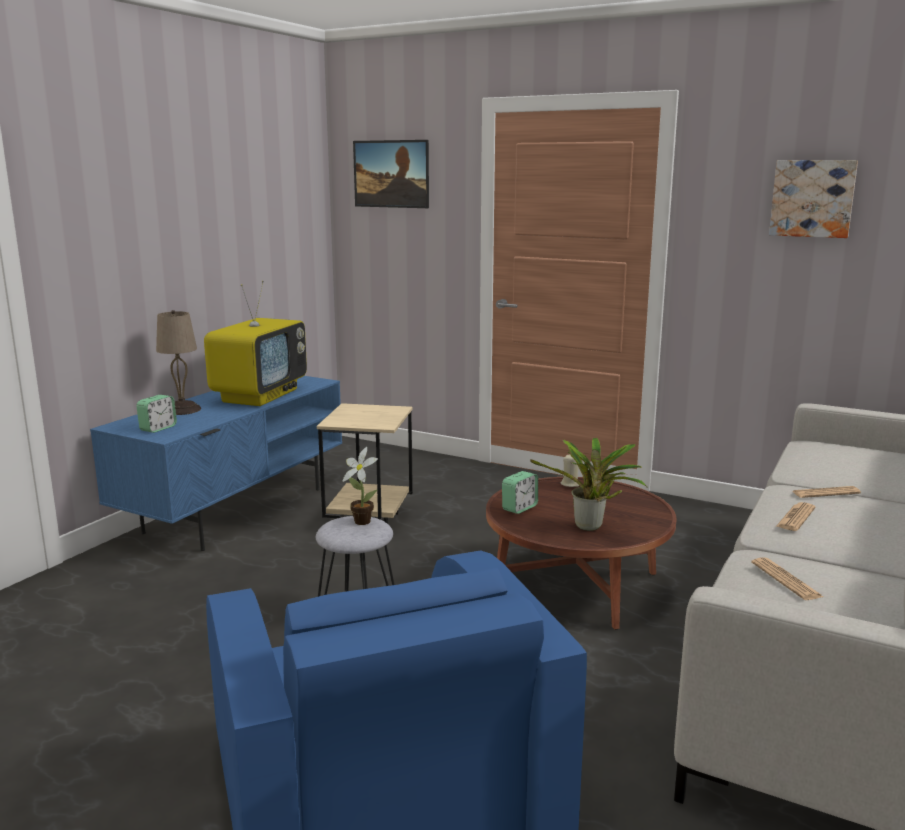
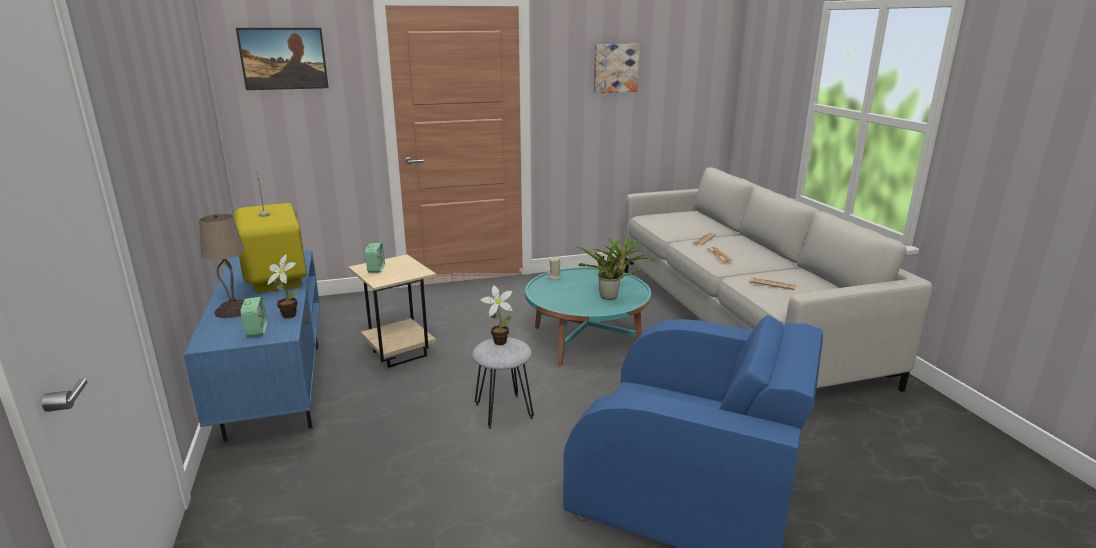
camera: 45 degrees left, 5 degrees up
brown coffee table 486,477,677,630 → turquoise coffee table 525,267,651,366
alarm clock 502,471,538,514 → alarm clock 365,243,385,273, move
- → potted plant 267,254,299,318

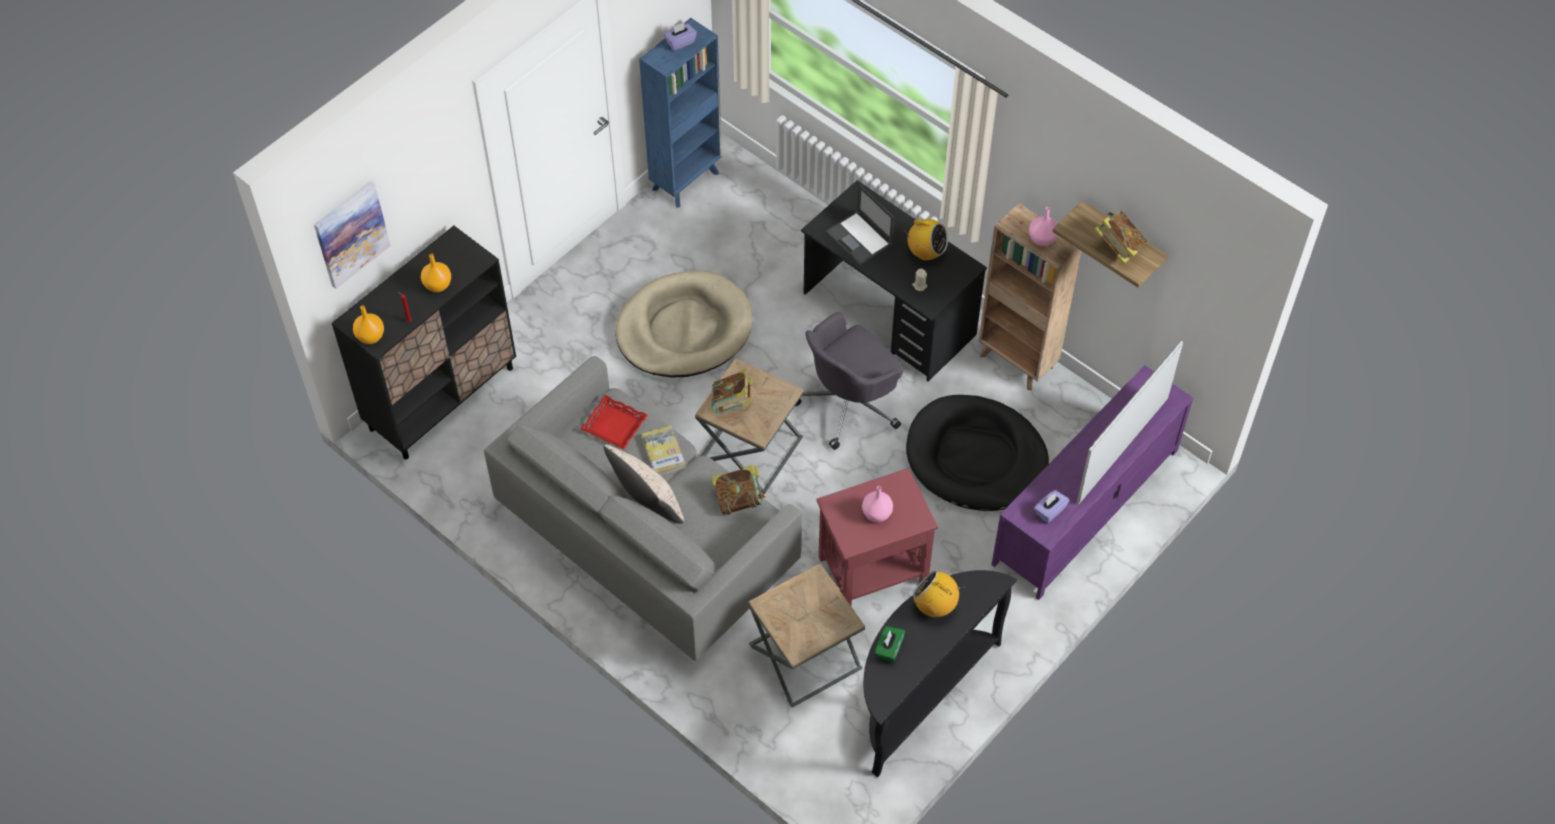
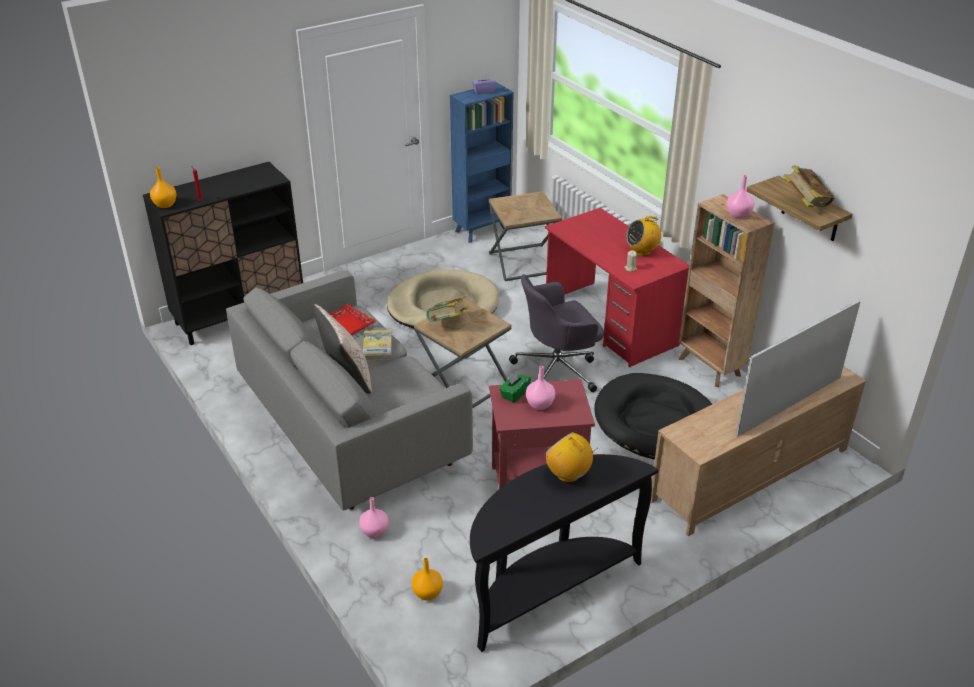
camera: 15 degrees right, 20 degrees down
picture 314,181,390,289 → -
orange vase 421,253,451,292 → orange vase 412,558,443,601, move
book 711,465,766,515 → -
brown side table 748,563,865,708 → brown side table 489,191,562,281, move
black desk 801,180,987,382 → red desk 545,208,689,367
laptop 826,184,894,265 → -
green tissue box 875,626,905,663 → green tissue box 499,372,531,403, move
radio 904,219,948,261 → radio 626,216,661,256, 120 degrees clockwise
purple tv stand 991,365,1193,600 → beige tv stand 651,366,866,536
purple tissue box 1034,490,1069,523 → -
- → pink vase 359,497,389,538

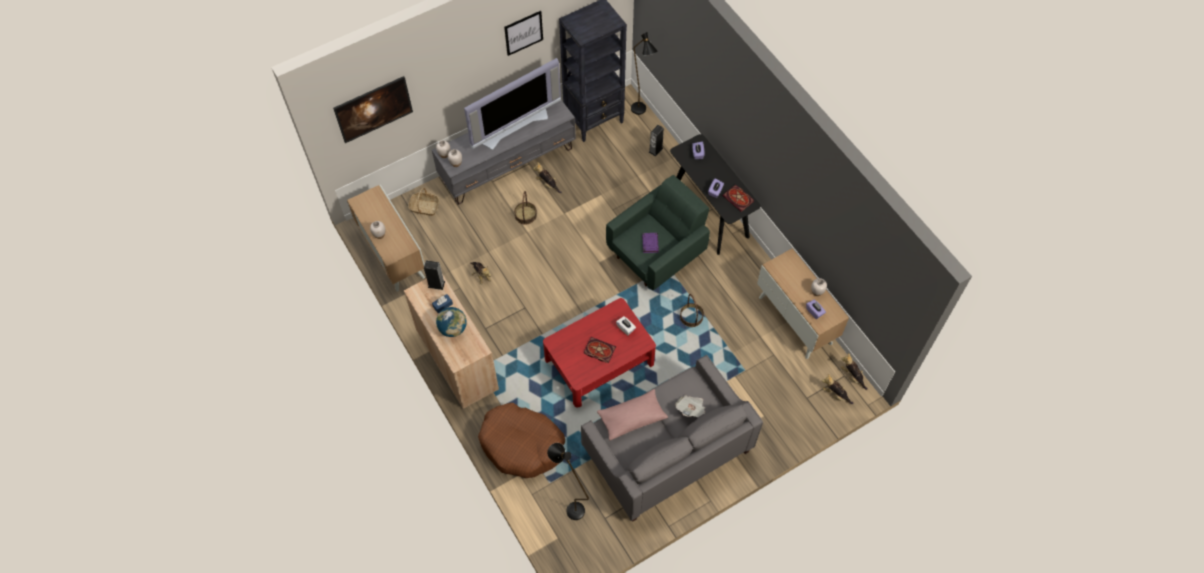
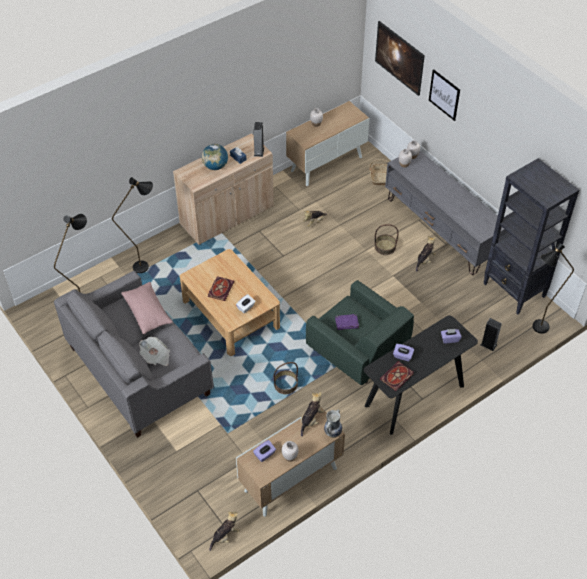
camera: 85 degrees right, 10 degrees down
television 464,58,561,150 → -
brown dog bed 478,403,565,478 → black floor lamp 112,177,153,273
picture 504,11,543,56 → picture 429,69,460,121, move
red coffee table 543,298,656,408 → beige coffee table 180,249,280,356
plush toy 822,374,853,404 → plush toy 301,392,324,437, move
- → vase 324,410,342,438

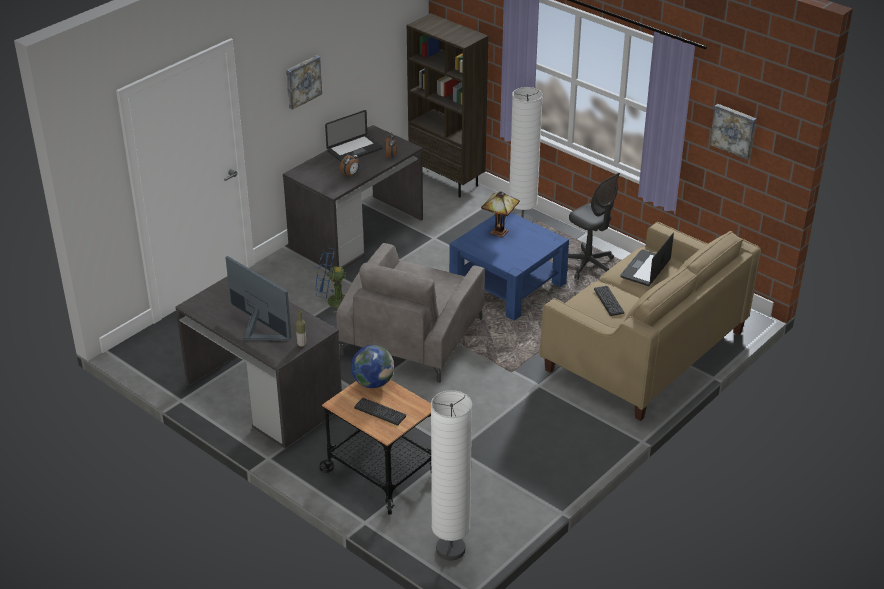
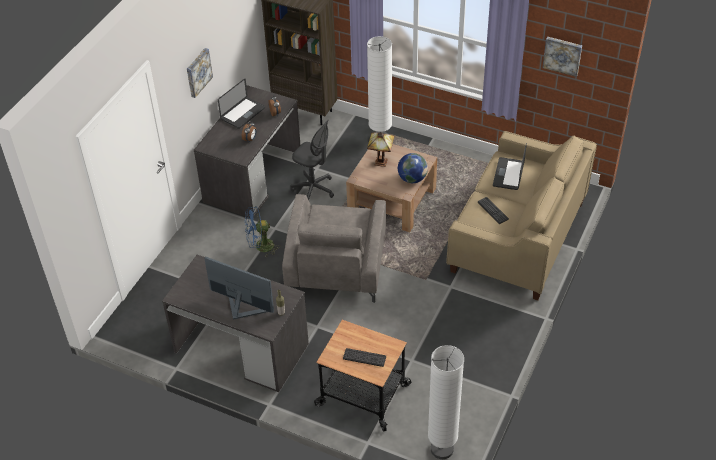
camera: 15 degrees left, 10 degrees up
globe 351,345,394,388 → globe 398,153,428,183, move
blue coffee table 449,212,569,321 → brown coffee table 346,144,437,232
grey office chair 568,173,620,279 → grey office chair 291,120,334,200, move

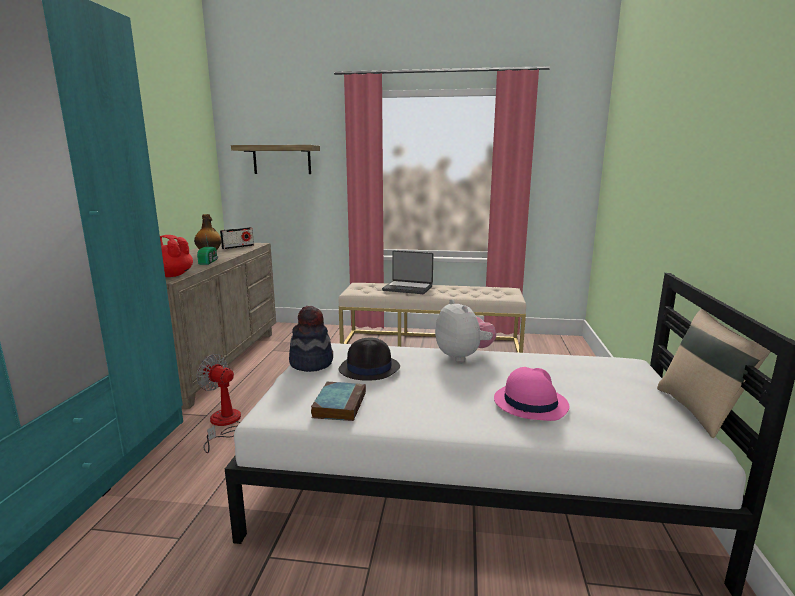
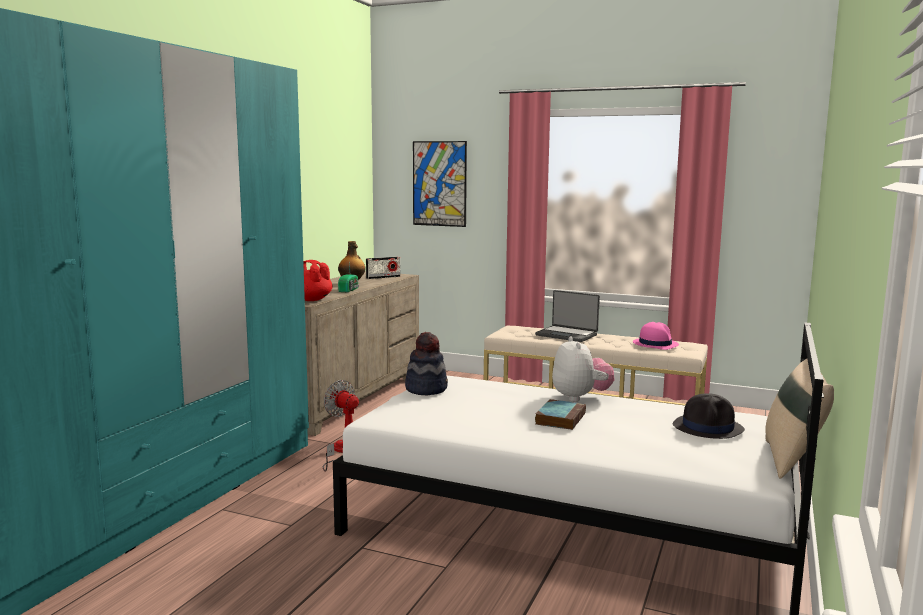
camera: 15 degrees right, 5 degrees down
shelf 231,145,320,174 → picture 413,141,467,227
book 311,382,366,421 → book 535,399,586,430, move
black hat 338,337,400,381 → black hat 673,393,745,439, move
pink hat 494,367,569,421 → pink hat 633,322,679,350, move

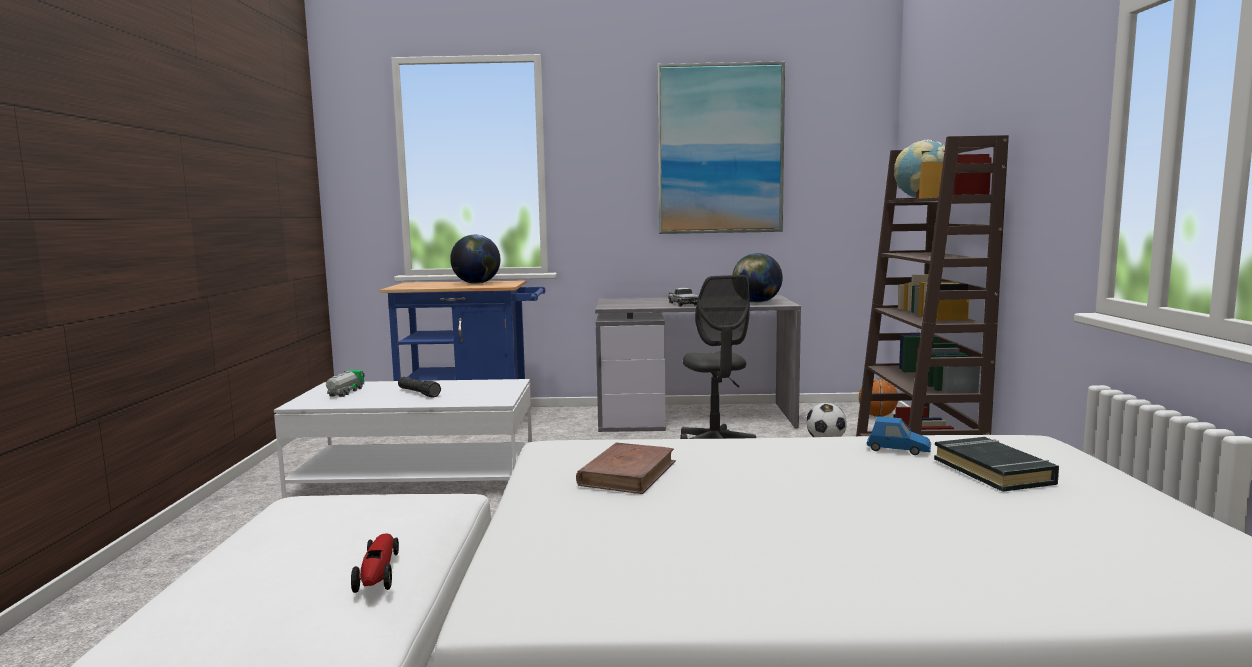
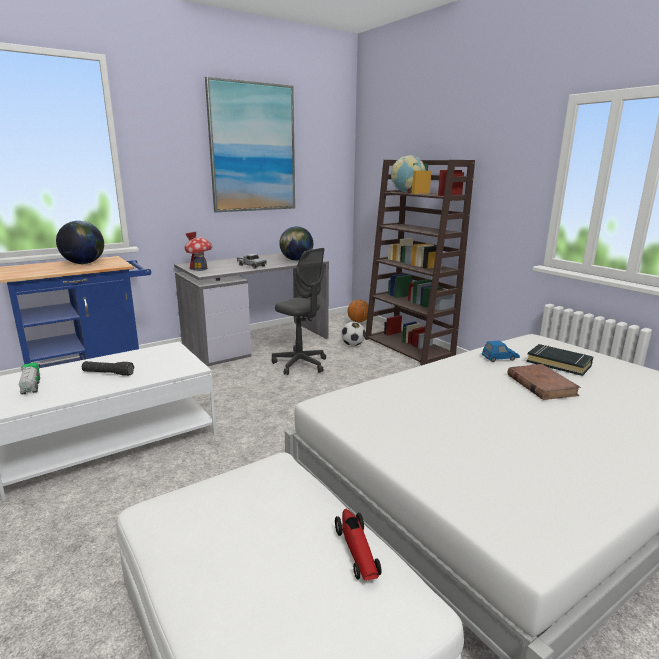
camera: 35 degrees left, 10 degrees up
toy car 351,534,399,593 → toy car 335,508,382,581, 150 degrees counterclockwise
brown book 576,443,676,494 → brown book 508,364,581,400, move
- → toy house 185,232,212,271

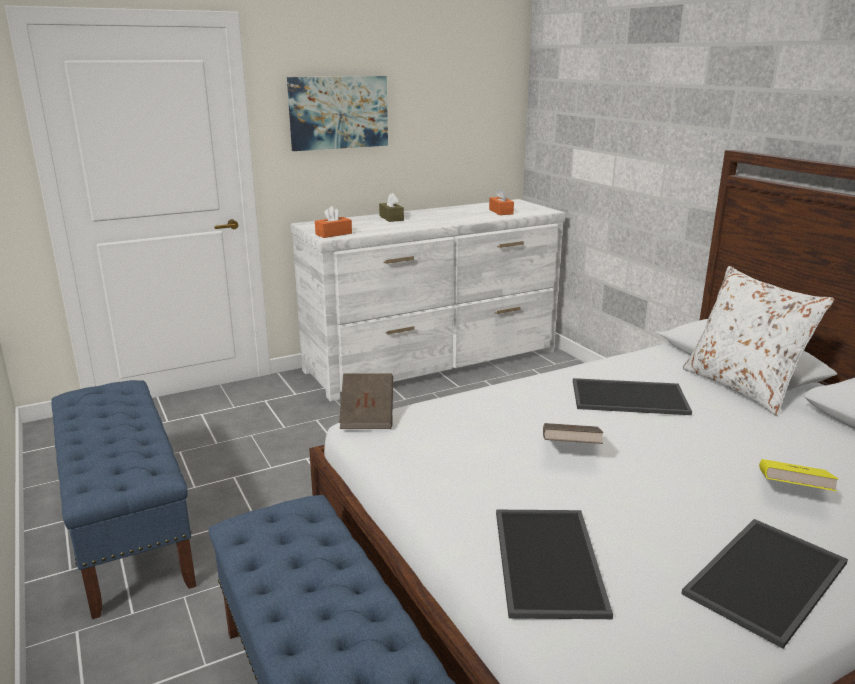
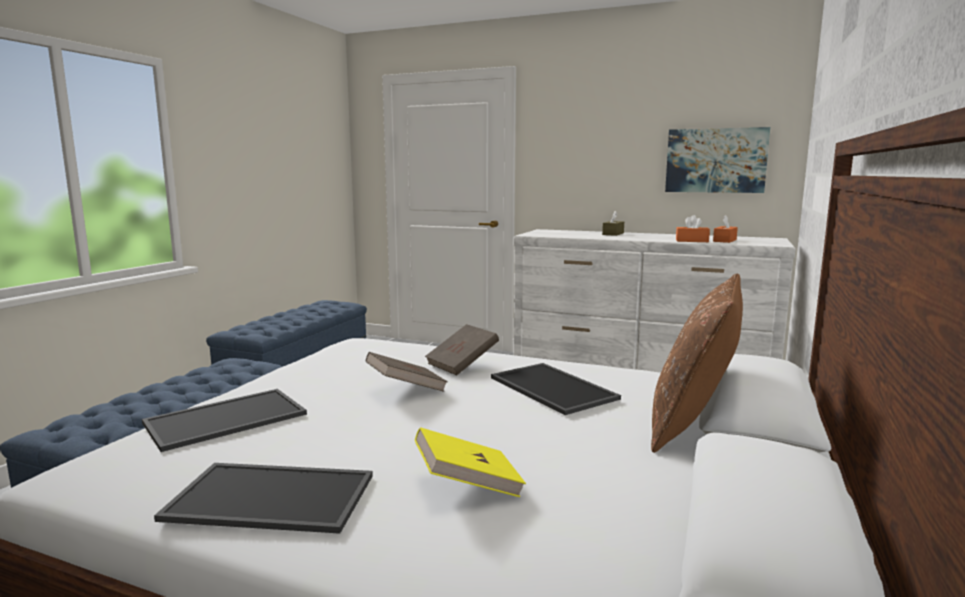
camera: 50 degrees right, 10 degrees down
picture 287,76,388,151 → picture 665,127,770,193, move
orange tissue box 315,206,352,238 → orange tissue box 676,215,710,242, move
brown book 339,373,393,429 → brown book 425,324,499,375, move
white pillow 683,266,834,416 → brown pillow 651,274,743,453

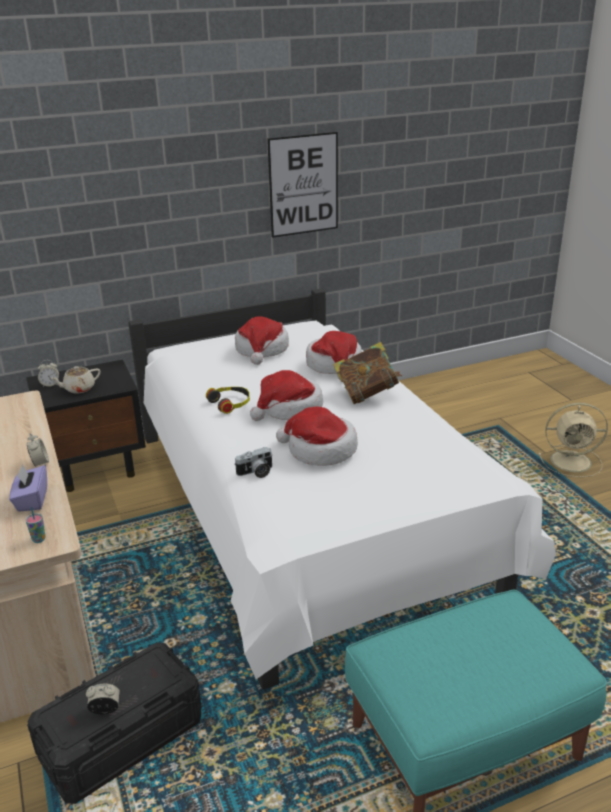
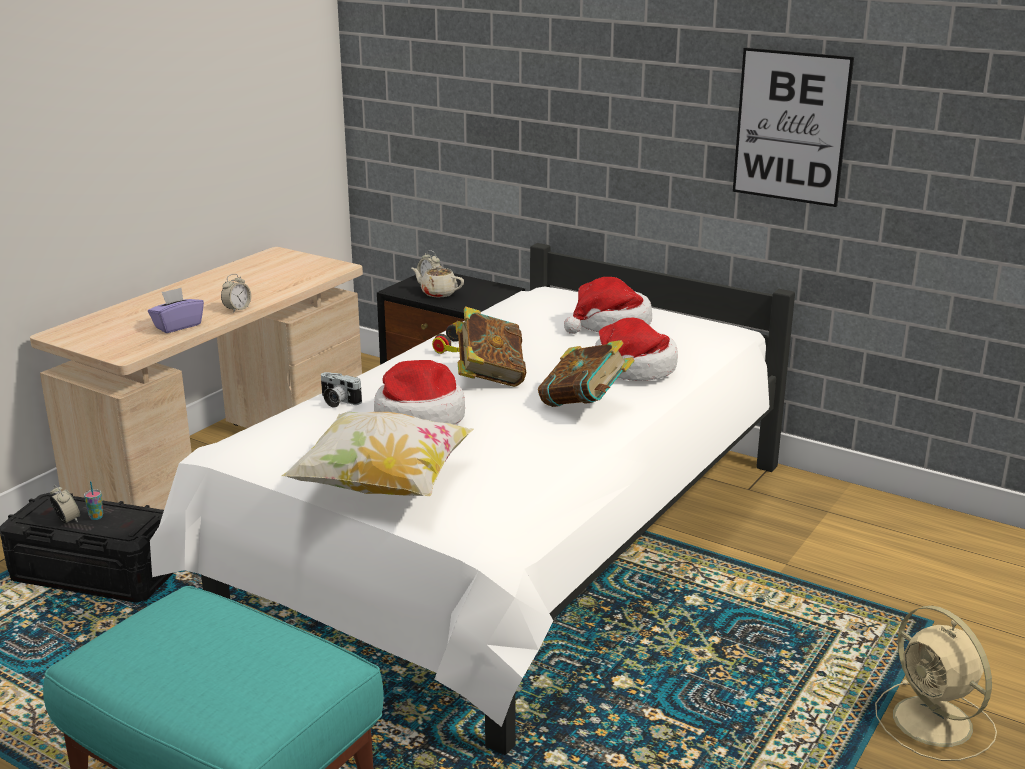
camera: 55 degrees right, 5 degrees down
cup 26,507,46,543 → cup 84,481,103,520, move
hat 250,370,323,421 → book 455,306,526,387
- → pillow 282,412,474,496

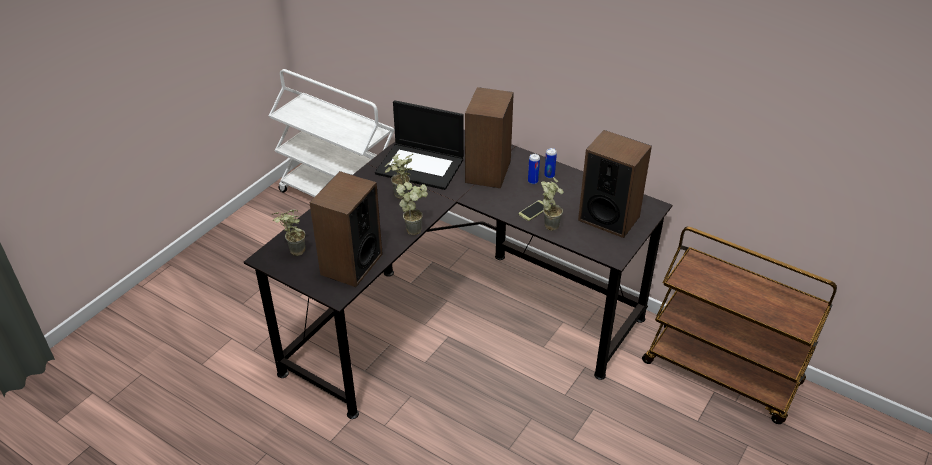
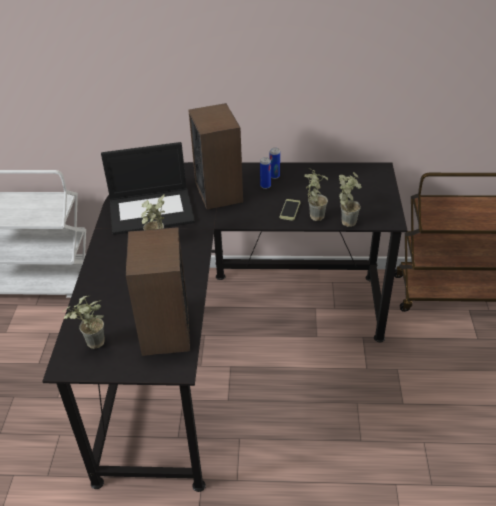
camera: 30 degrees left, 0 degrees up
potted plant 396,182,428,235 → potted plant 339,172,361,227, move
speaker 578,130,652,238 → -

